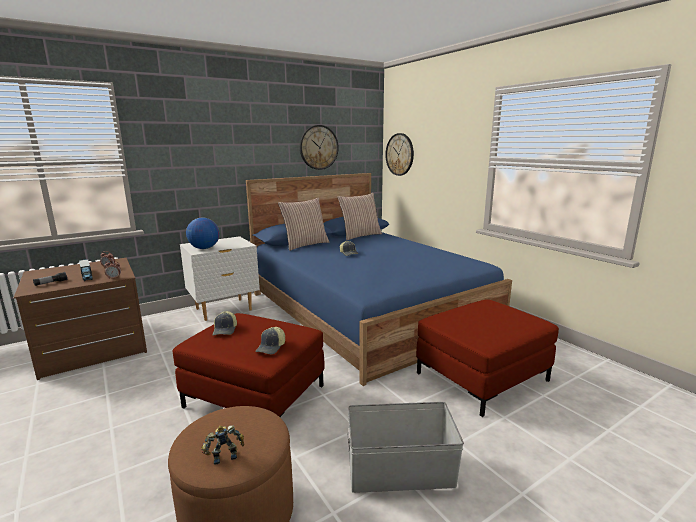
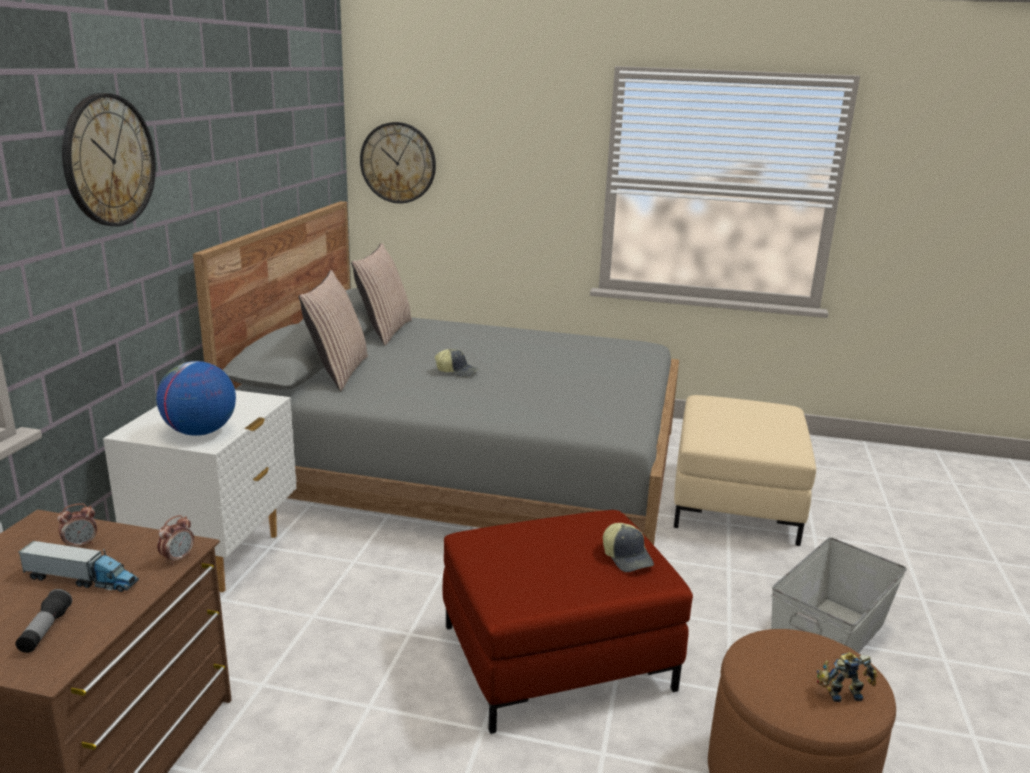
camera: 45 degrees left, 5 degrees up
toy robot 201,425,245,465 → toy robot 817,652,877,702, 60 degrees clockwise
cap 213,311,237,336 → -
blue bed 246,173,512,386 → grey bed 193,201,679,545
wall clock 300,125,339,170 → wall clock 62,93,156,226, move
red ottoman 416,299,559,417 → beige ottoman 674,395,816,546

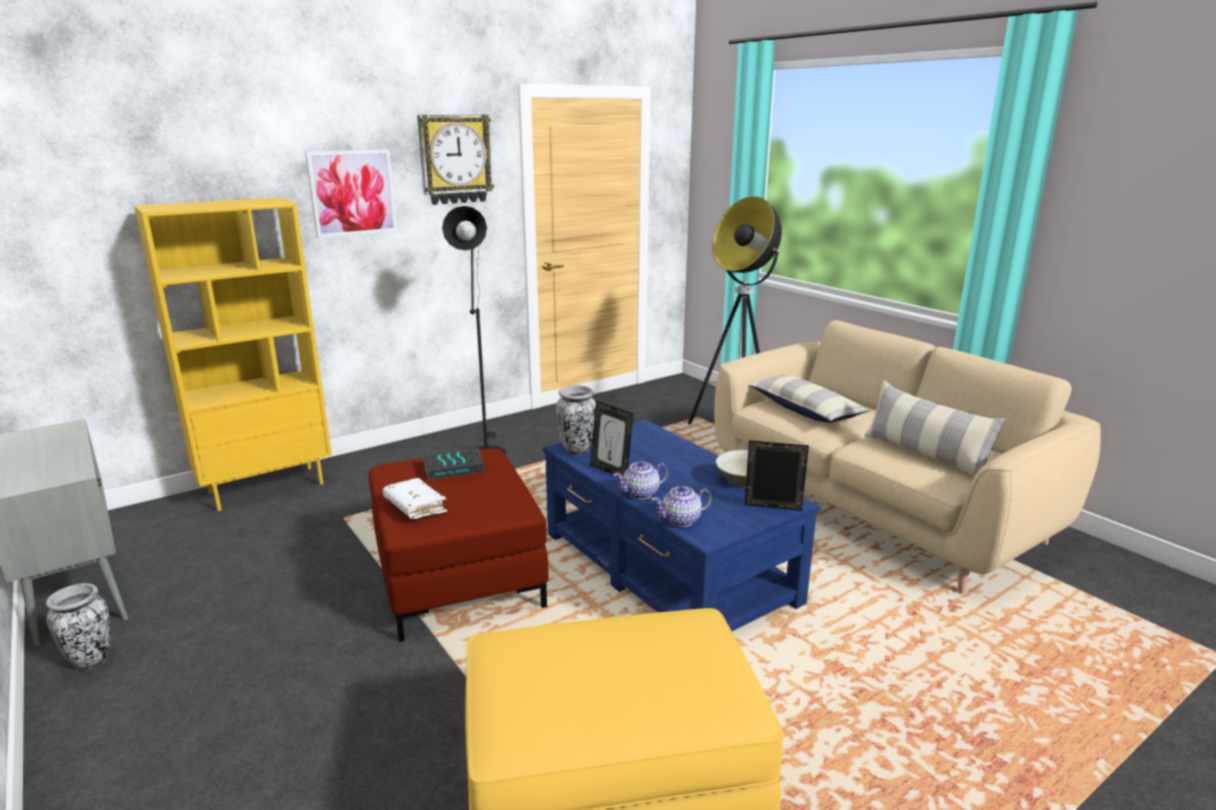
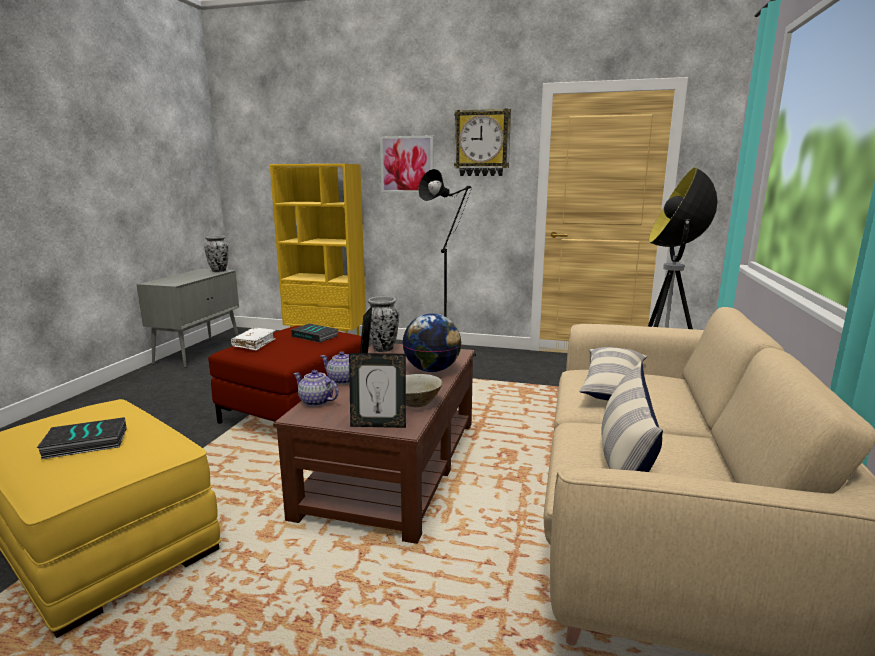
camera: 50 degrees right, 5 degrees down
vase 46,583,111,671 → vase 204,236,229,272, move
blue coffee table 543,419,821,631 → brown coffee table 273,344,475,544
picture frame 745,440,809,511 → picture frame 349,353,406,428, 120 degrees clockwise
- → book 37,417,127,459
- → globe 402,313,461,372

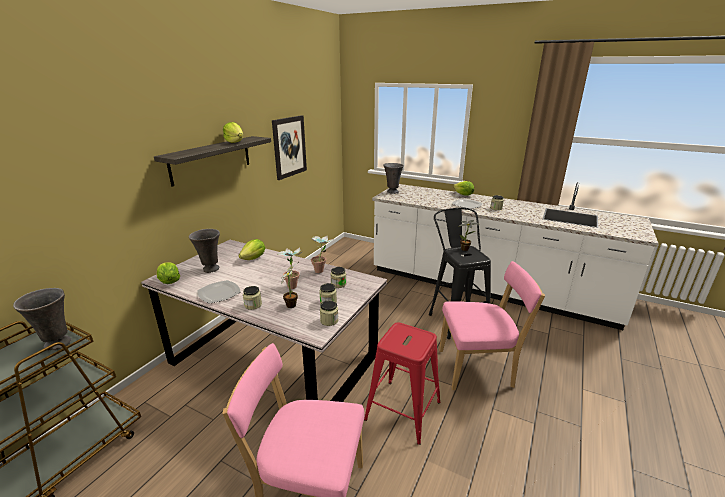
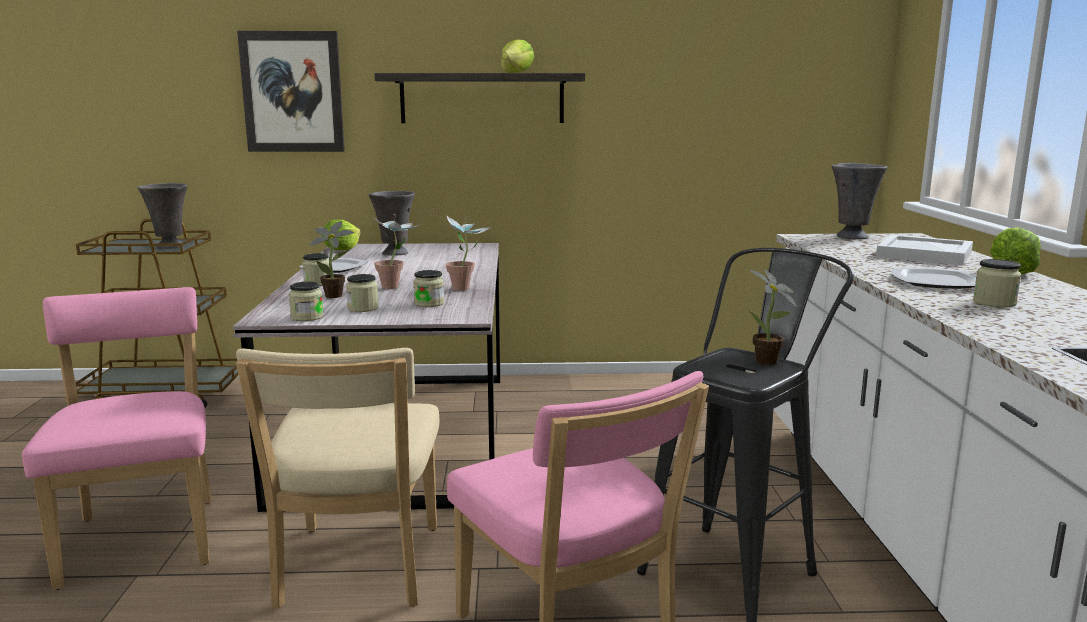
camera: 60 degrees right, 10 degrees down
lettuce 238,239,265,260 → -
picture 272,115,307,180 → picture 237,31,345,152, move
red stool 364,322,440,445 → beige chair 236,348,439,609
- → white tray 876,235,973,265

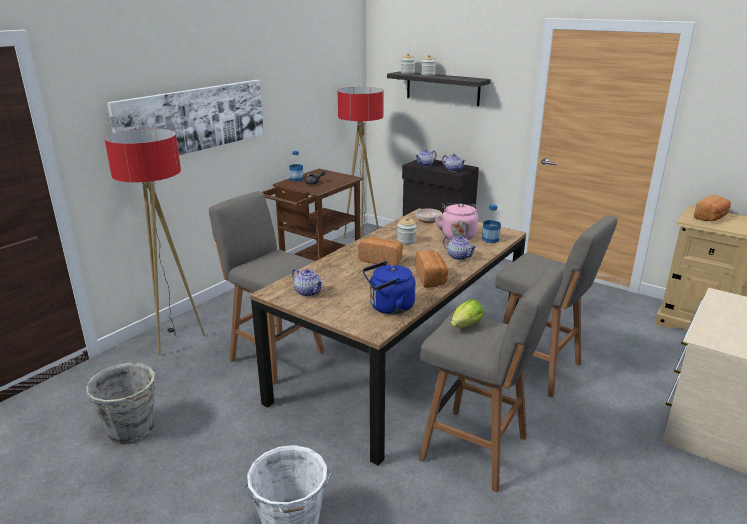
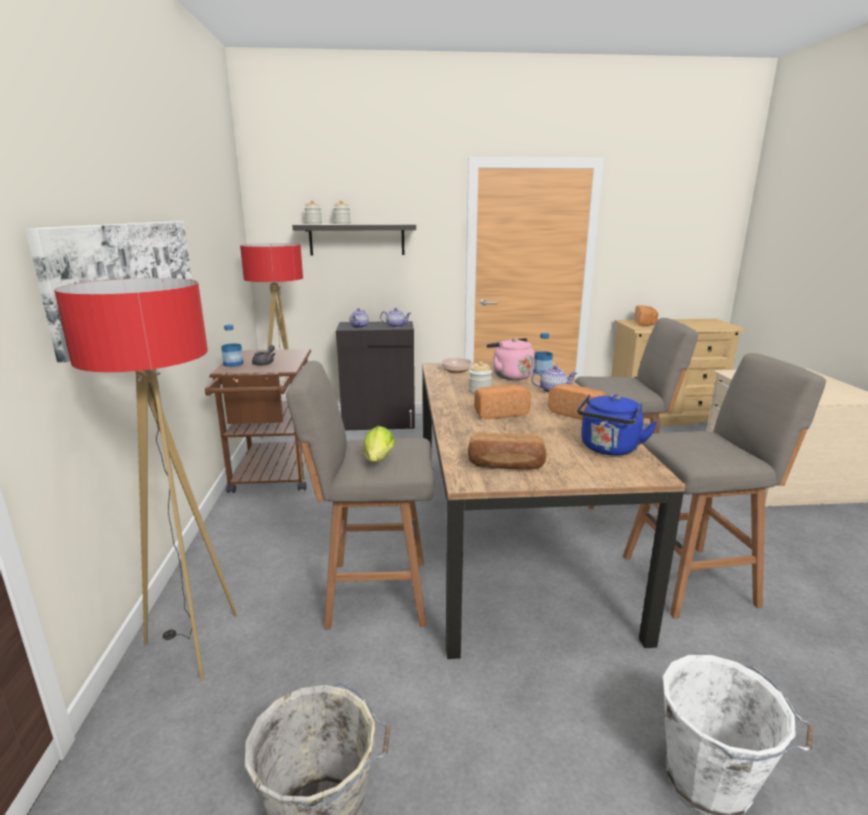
camera: 40 degrees left, 5 degrees down
teapot 292,268,323,297 → bread 468,432,546,470
lettuce 451,299,484,328 → lettuce 363,426,395,462, move

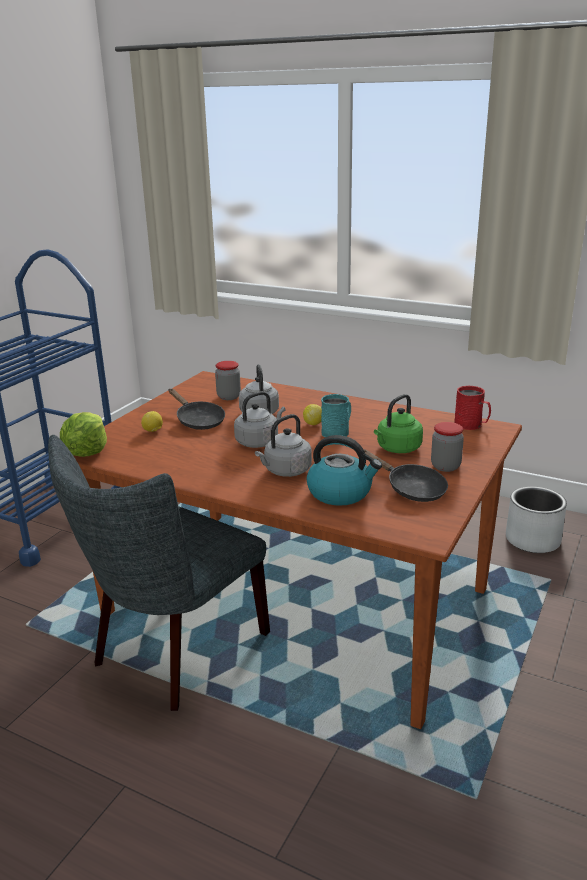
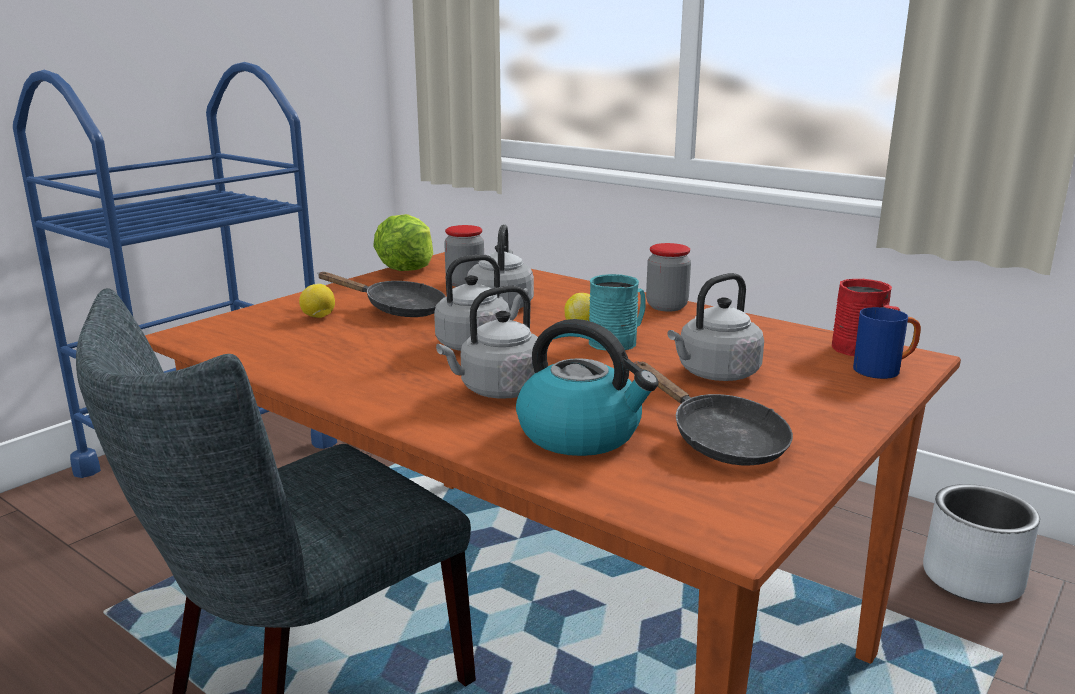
camera: 10 degrees right, 5 degrees down
lettuce 60,412,107,457 → lettuce 373,214,433,271, move
black frying pan 169,389,225,430 → black frying pan 317,272,446,317, 45 degrees counterclockwise
green kettle 374,394,423,453 → grey kettle 667,273,764,381
jar 431,422,464,472 → jar 646,243,691,312, move
- → blue mug 853,307,921,379

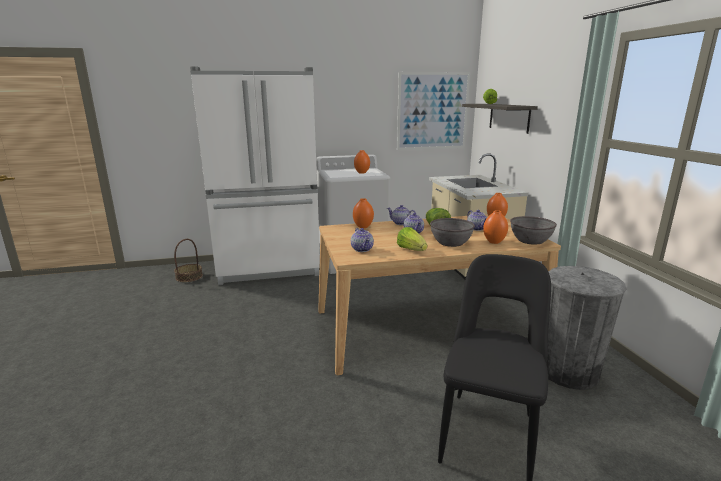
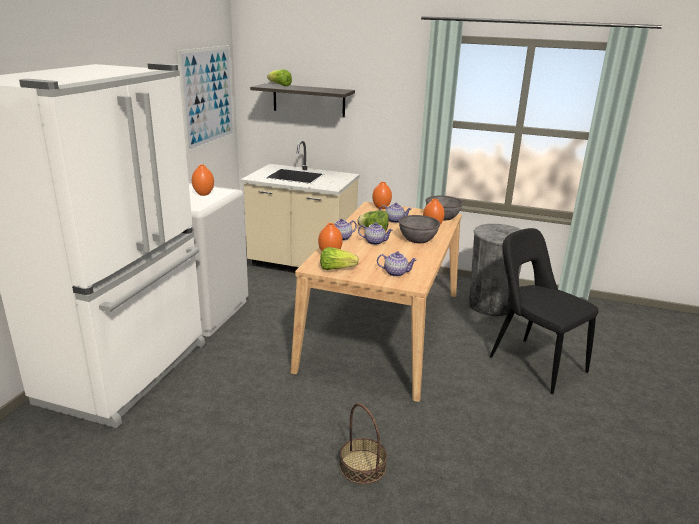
camera: 60 degrees left, 5 degrees up
basket 174,239,203,282 → basket 340,403,387,484, move
lettuce 397,227,427,251 → lettuce 320,247,359,270, move

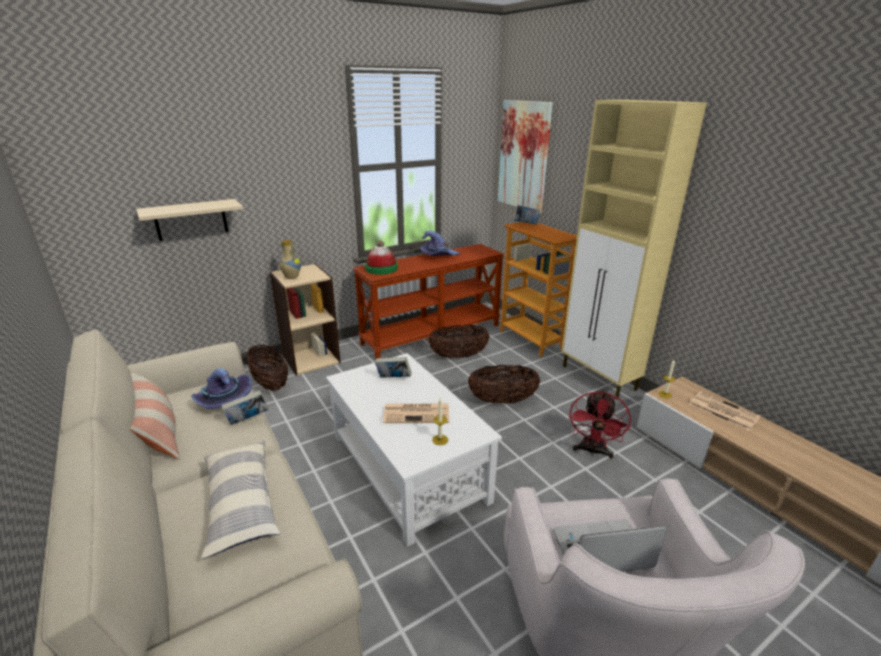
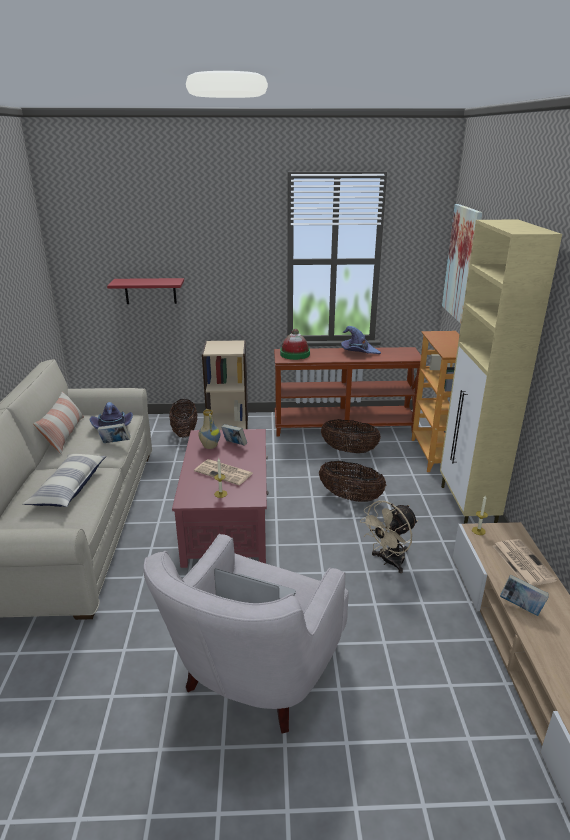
camera: 30 degrees right, 0 degrees up
beige shelf 136,199,243,241 → red shelf 107,278,184,304
vase 279,240,301,279 → vase 198,409,220,449, move
white coffee table 326,353,502,547 → red coffee table 172,429,268,568
book 514,205,540,225 → book 500,575,549,616, move
red fan 569,390,631,459 → beige fan 360,501,418,573

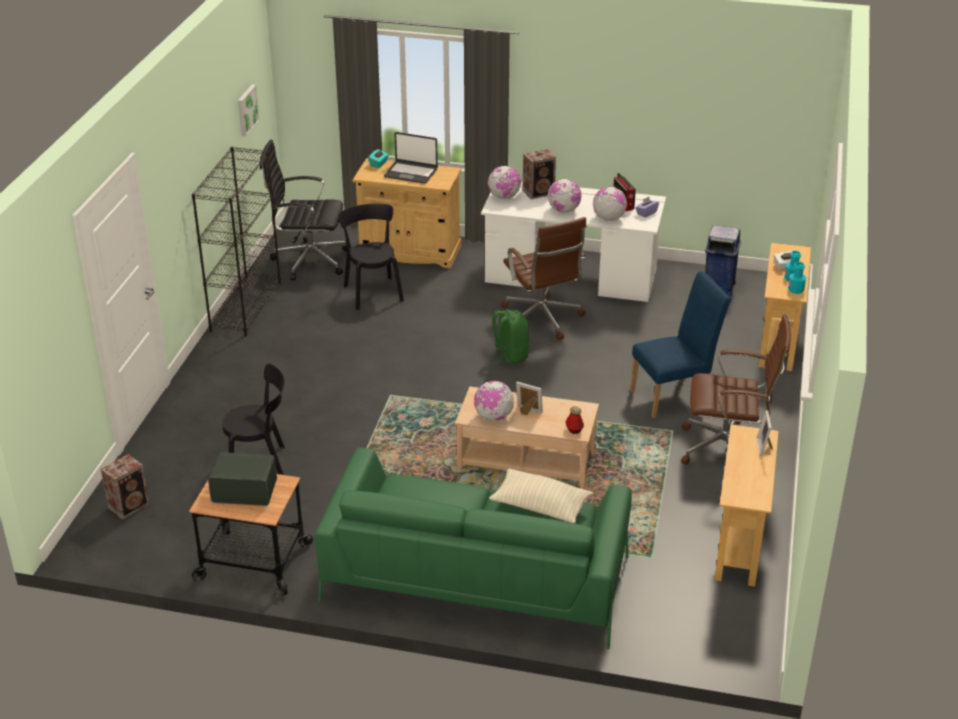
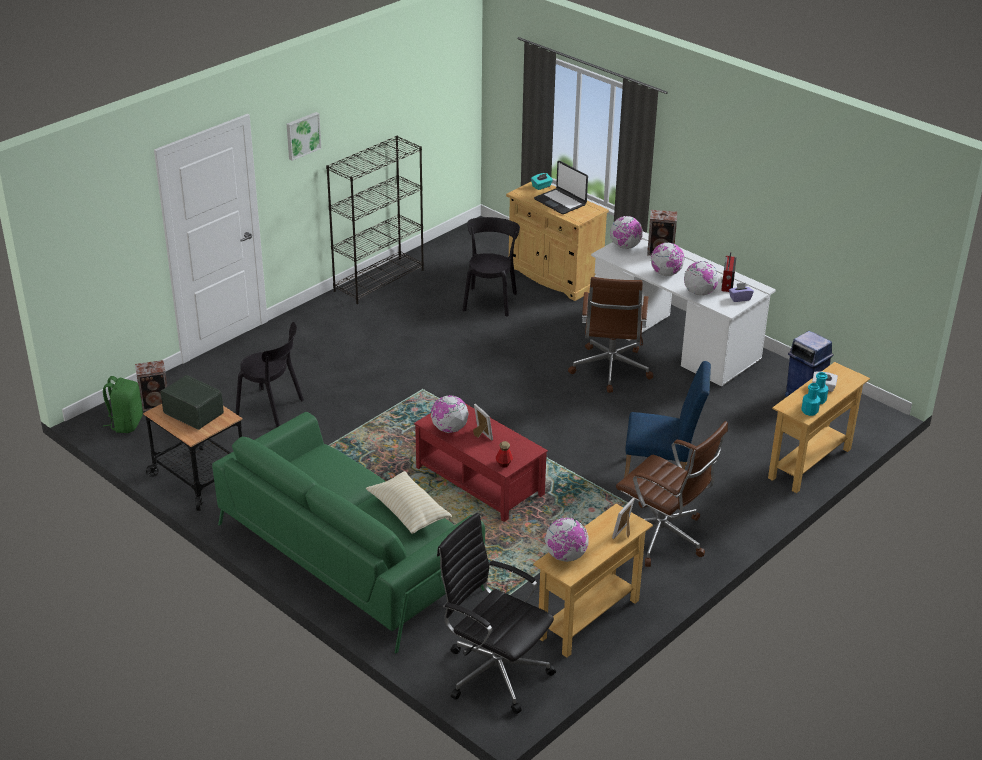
camera: 30 degrees right, 0 degrees up
picture 238,85,260,137 → picture 287,112,321,161, move
black office chair 260,140,347,280 → black office chair 437,513,556,714, move
beige coffee table 455,386,599,489 → red coffee table 414,404,548,522
green backpack 487,309,529,364 → green backpack 103,376,143,433, move
- → globe 545,518,589,562

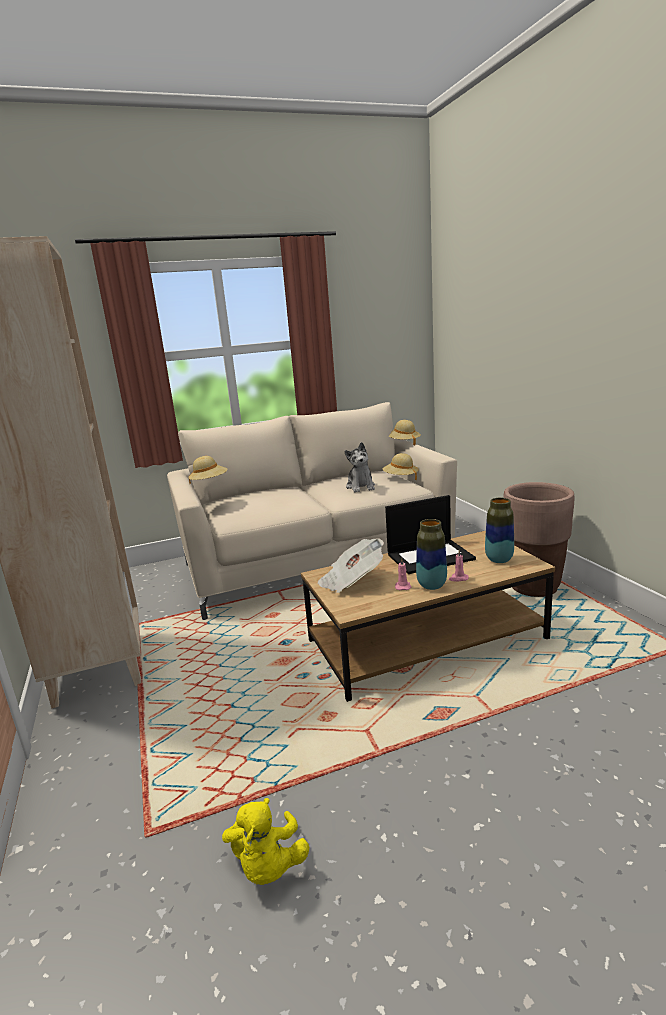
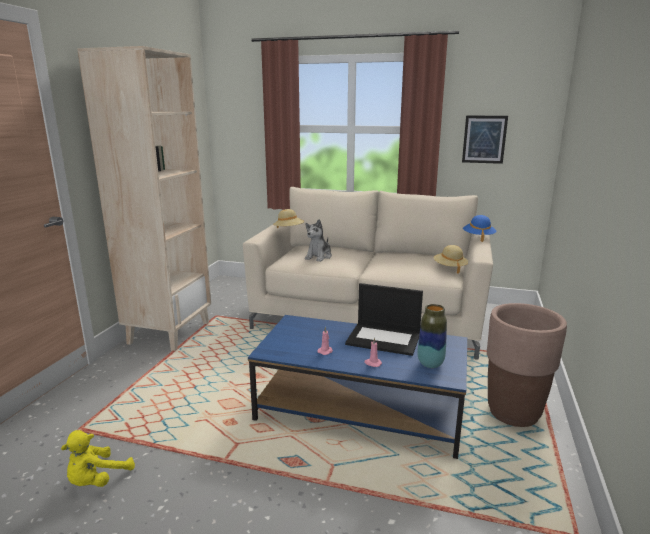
camera: 35 degrees right, 0 degrees up
brown coffee table 301,531,555,702 → blue coffee table 248,315,467,459
newspaper 318,538,384,593 → -
plush toy 344,442,375,492 → plush toy 305,219,332,262, move
beige hat 388,420,421,445 → blue hat 463,215,496,242
vase 416,519,447,590 → -
- → picture 462,116,508,164

